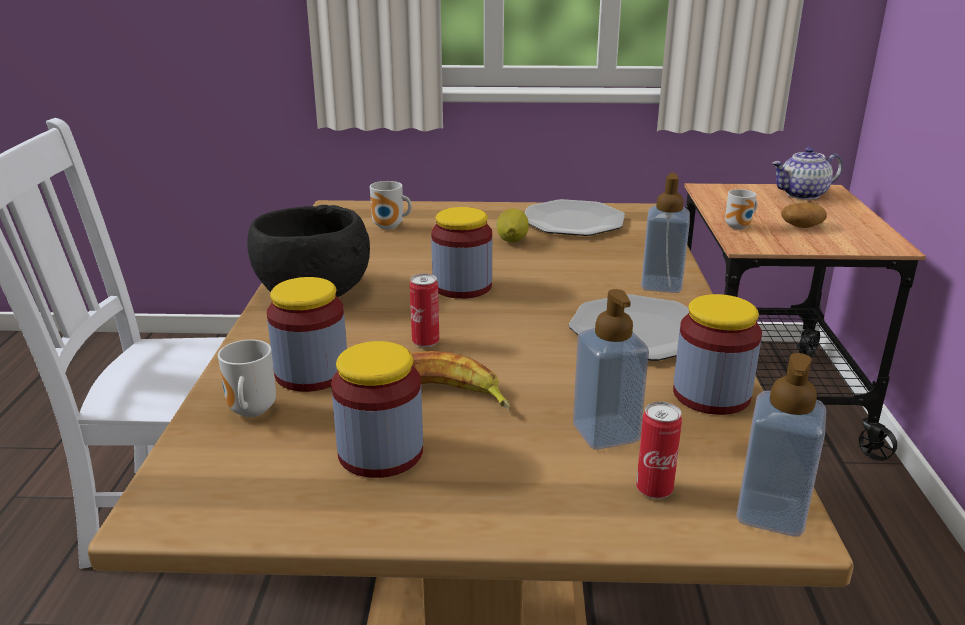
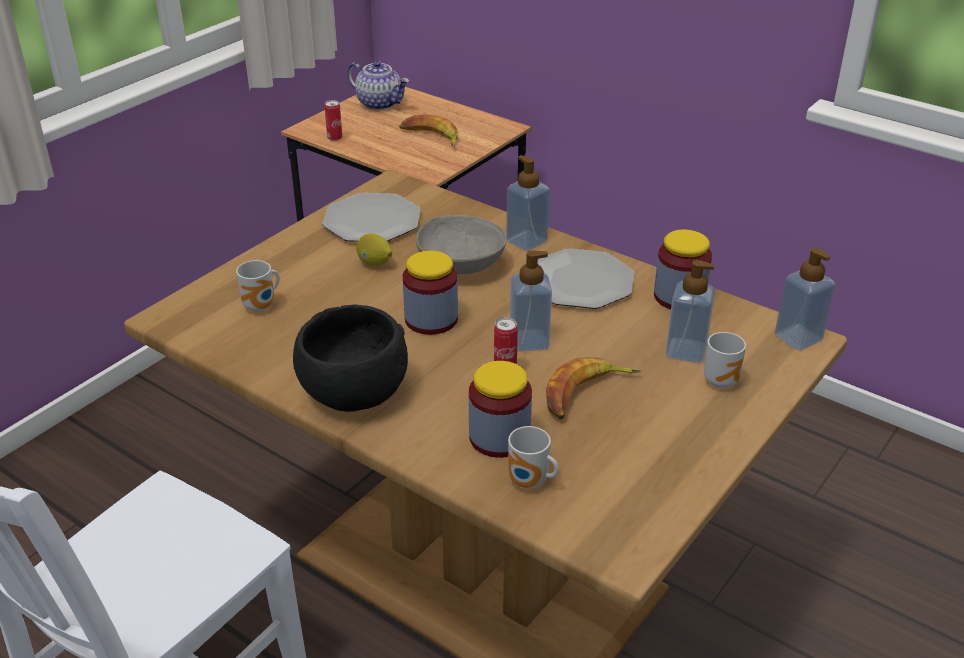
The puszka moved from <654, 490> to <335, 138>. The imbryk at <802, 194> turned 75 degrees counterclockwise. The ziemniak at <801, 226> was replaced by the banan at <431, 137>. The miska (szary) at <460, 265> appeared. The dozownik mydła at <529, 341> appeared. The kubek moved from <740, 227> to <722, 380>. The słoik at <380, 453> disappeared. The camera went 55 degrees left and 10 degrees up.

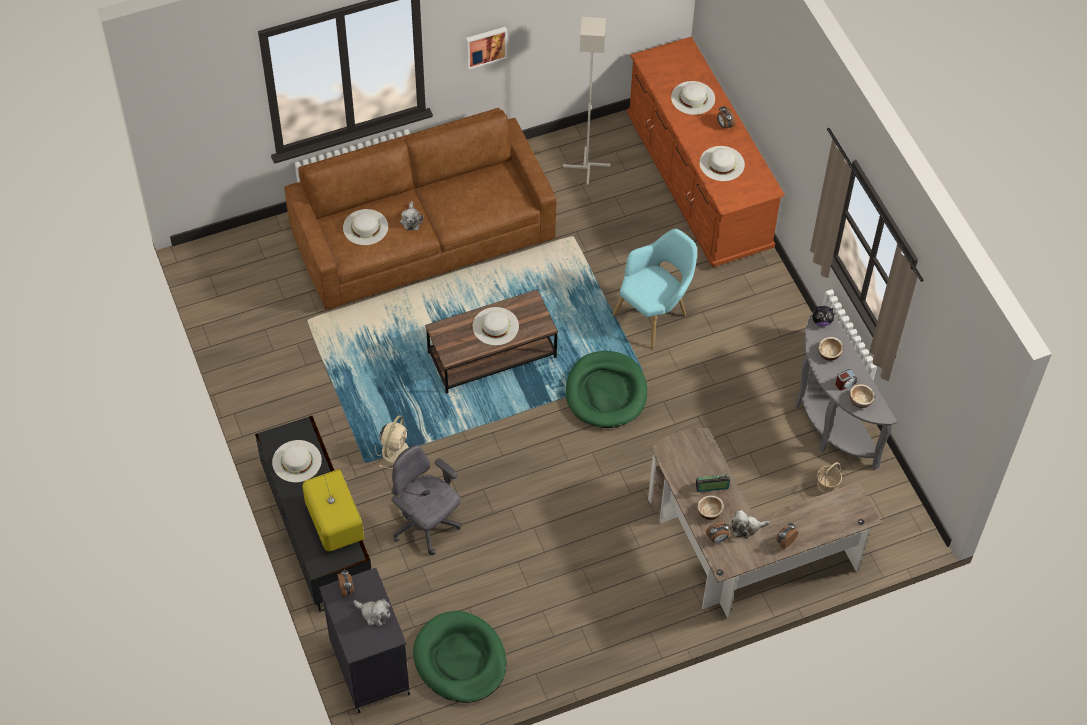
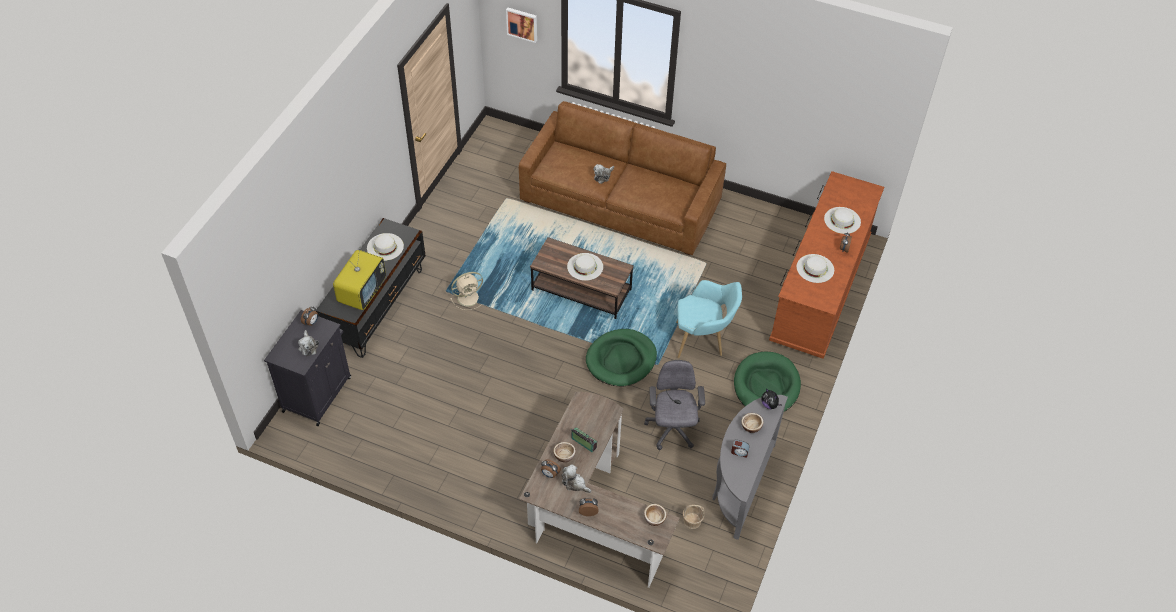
The obraz moved from <485, 46> to <522, 24>. The krzesło biurowe (szary) moved from <426, 525> to <672, 430>. The miska moved from <860, 400> to <654, 518>. The legowisko (zielony) moved from <460, 659> to <766, 386>. The kapelusz (biały) at <365, 227> disappeared. The lampa stojąca (szary) at <587, 166> disappeared. The camera went 45 degrees right and 5 degrees down.

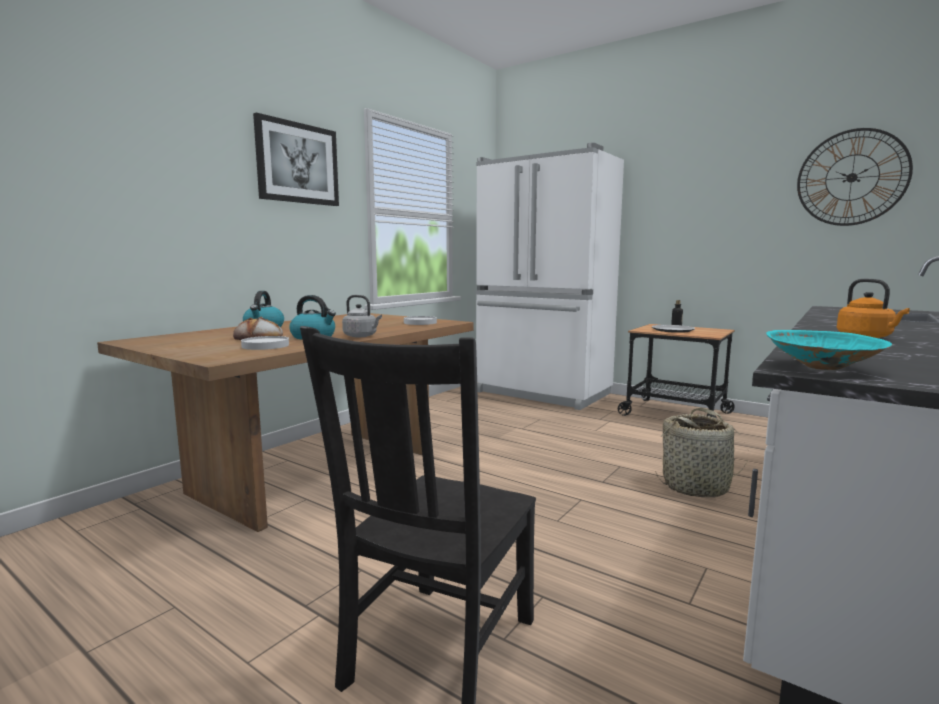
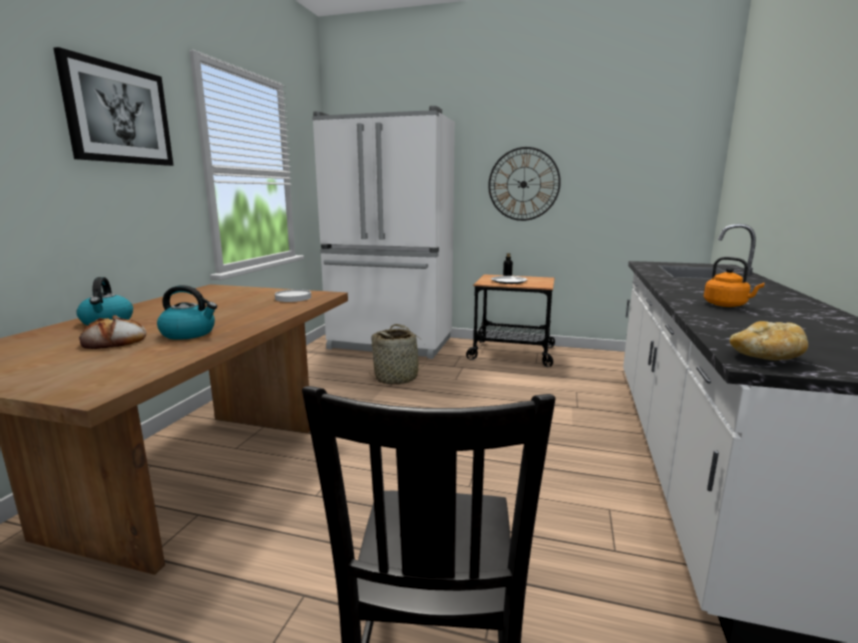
The koszyk moved from <696, 486> to <396, 378>. The zegar ścienny moved from <851, 177> to <523, 184>. The miska (turkusowy) at <822, 368> was replaced by the chleb at <766, 358>. The talerz (biały) at <266, 346> disappeared. The czajnik (szary) at <361, 336> disappeared. The camera went 20 degrees left and 5 degrees up.

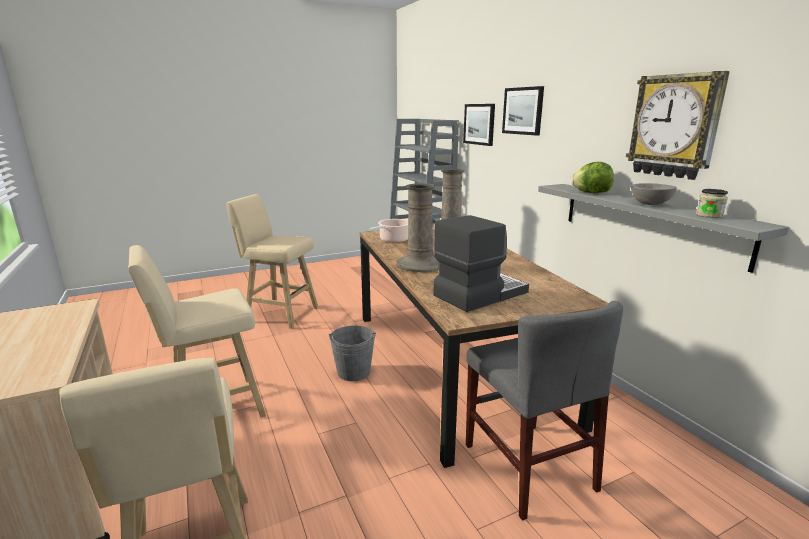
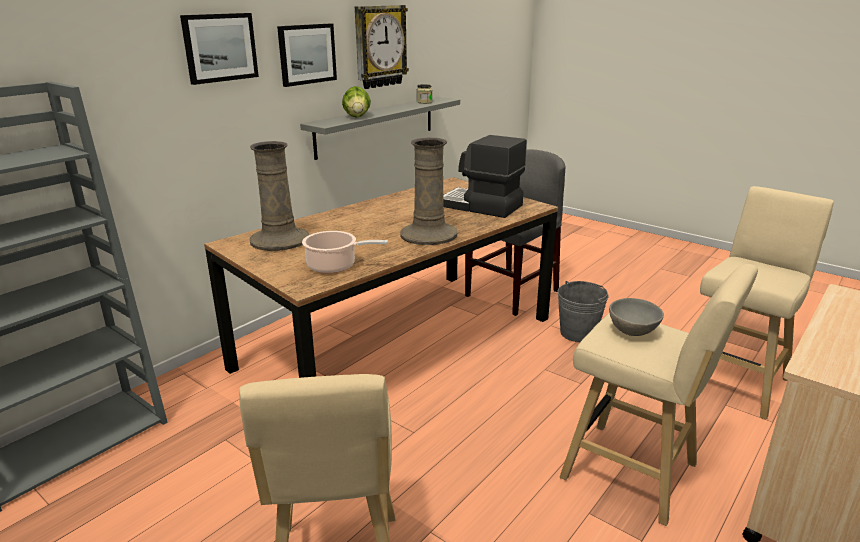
The obraz moved from <479, 124> to <307, 54>. The wiadro (szary) moved from <353, 372> to <578, 333>. The miska (szary) moved from <650, 204> to <633, 331>. The camera went 115 degrees left and 5 degrees up.

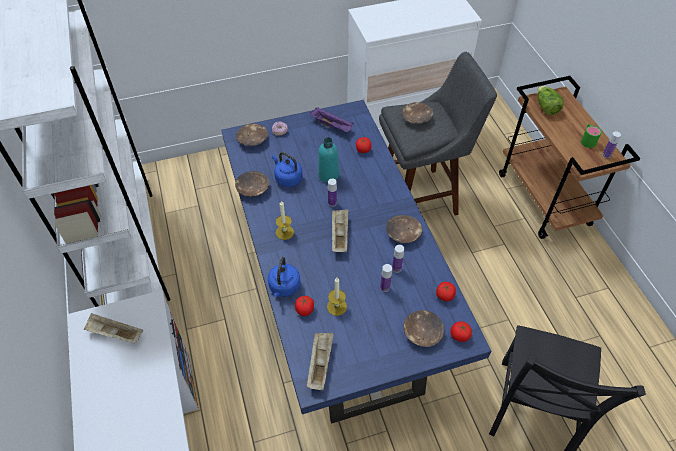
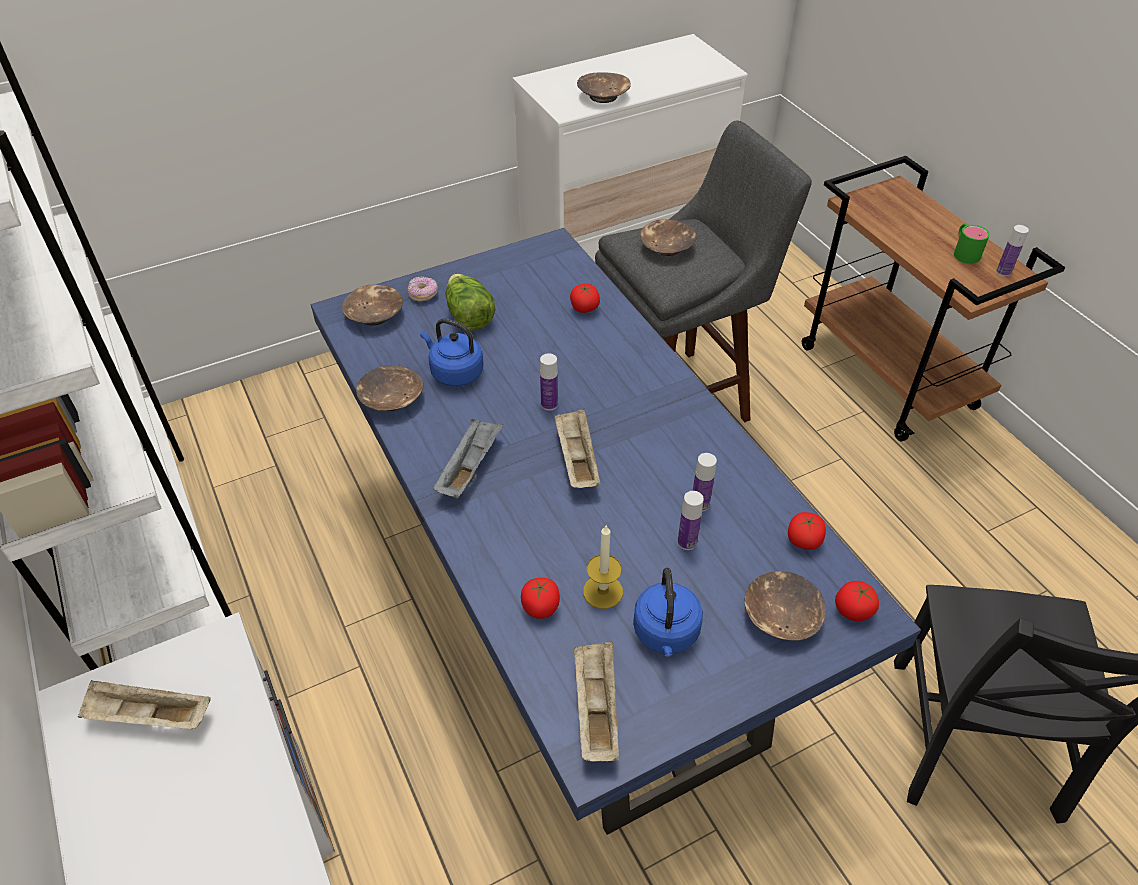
The świeca at <284, 232> was replaced by the taca (szary) at <469, 468>. The sałata moved from <546, 107> to <468, 315>. The miska (brązowy) moved from <403, 234> to <603, 96>. The czajnik (niebieski) moved from <284, 287> to <666, 634>. The taca (fioletowy) at <332, 126> disappeared. The butelka (turkusowy) at <328, 175> disappeared. The camera went 10 degrees left and 5 degrees down.

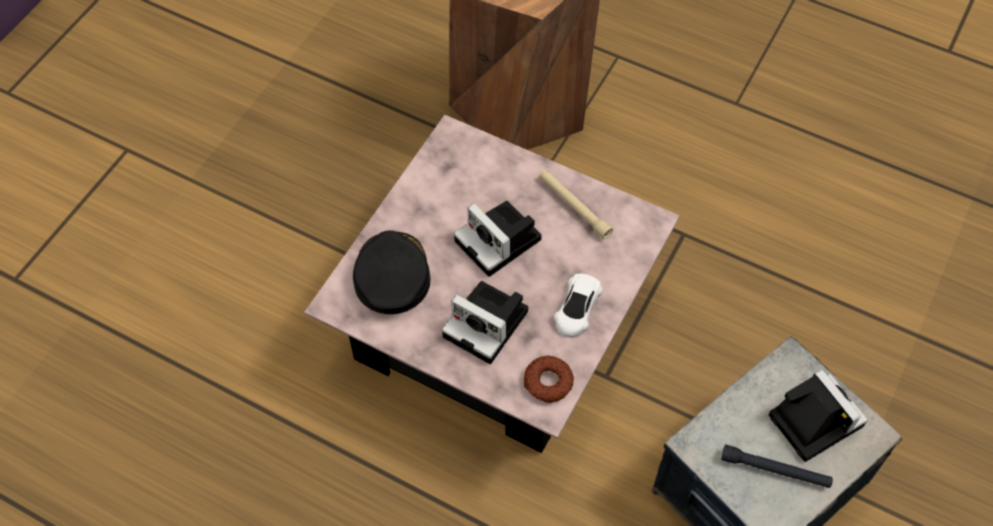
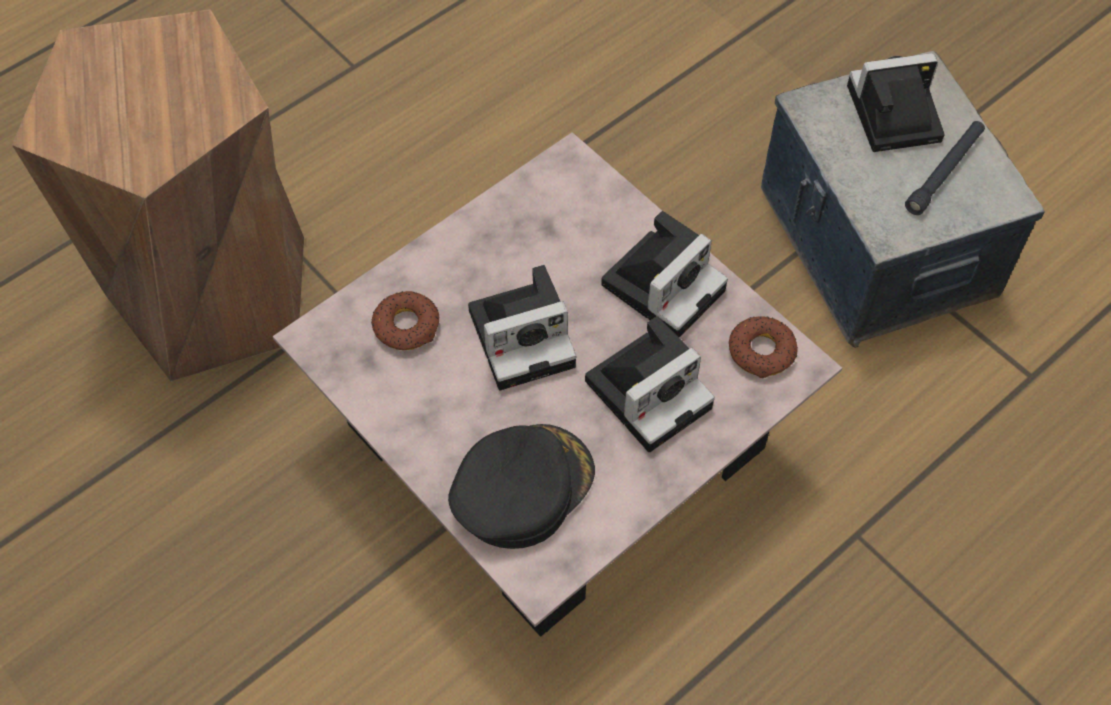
The donut at <407, 326> appeared. The czapka z daszkiem (czarny) at <391, 275> turned 120 degrees clockwise. The samochodzik (biały) at <577, 308> was replaced by the aparat fotograficzny at <664, 284>. The latarka (beżowy) at <574, 207> disappeared. The camera went 70 degrees left and 0 degrees up.

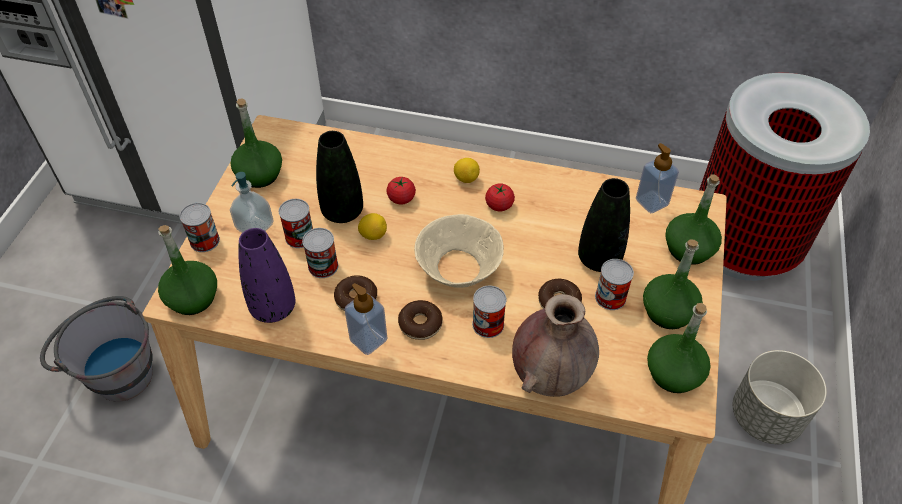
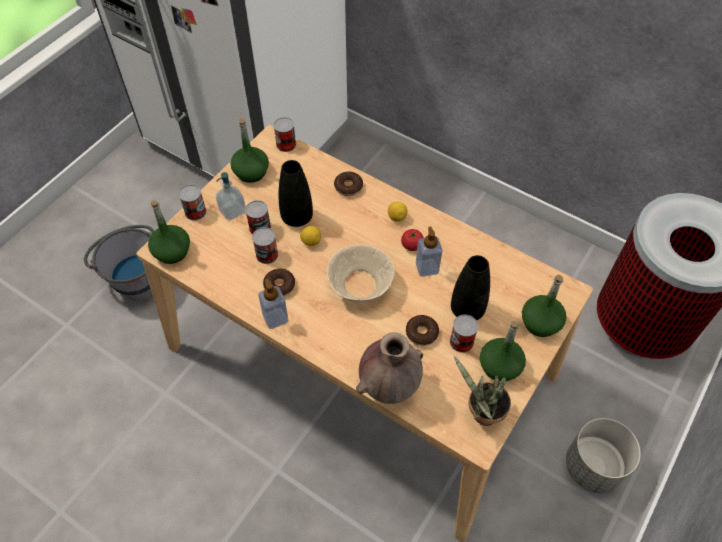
The puszka moved from <488, 324> to <286, 144>. The donut moved from <420, 324> to <348, 187>. The dozownik mydła moved from <651, 202> to <427, 268>. The butelka (zielony) at <674, 373> was replaced by the roślina doniczkowa at <481, 414>. The wazon (fioletowy) at <273, 308> disappeared. The pomidor at <401, 198> disappeared. The camera went 20 degrees right and 5 degrees up.

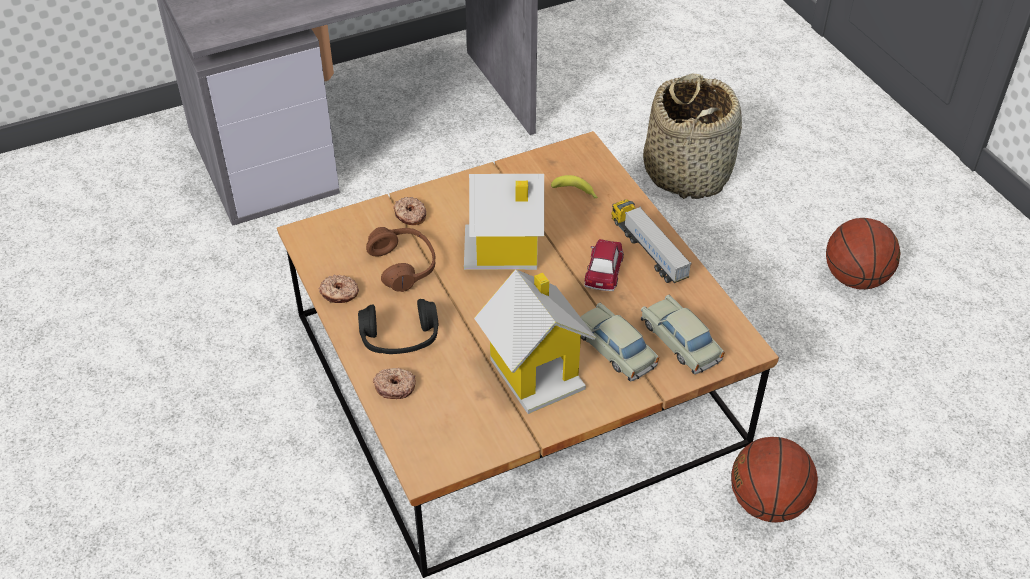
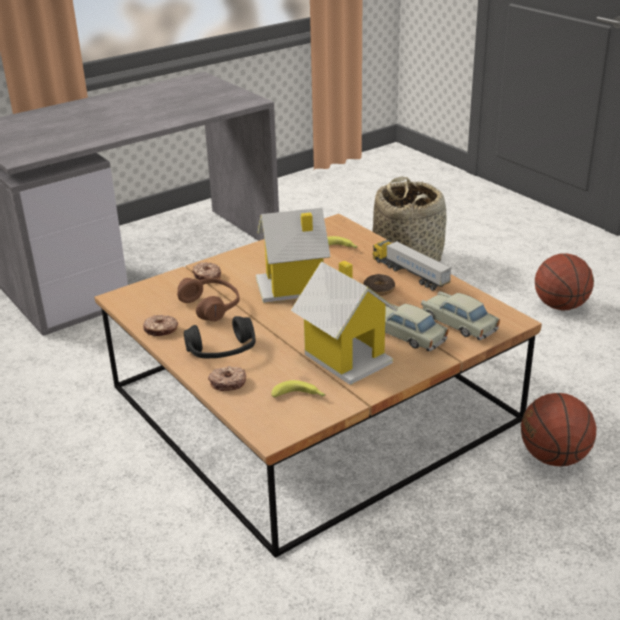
The banan at <299, 396> appeared. The samochodzik at <604, 270> was replaced by the donut at <379, 289>. The camera went 10 degrees left and 15 degrees down.

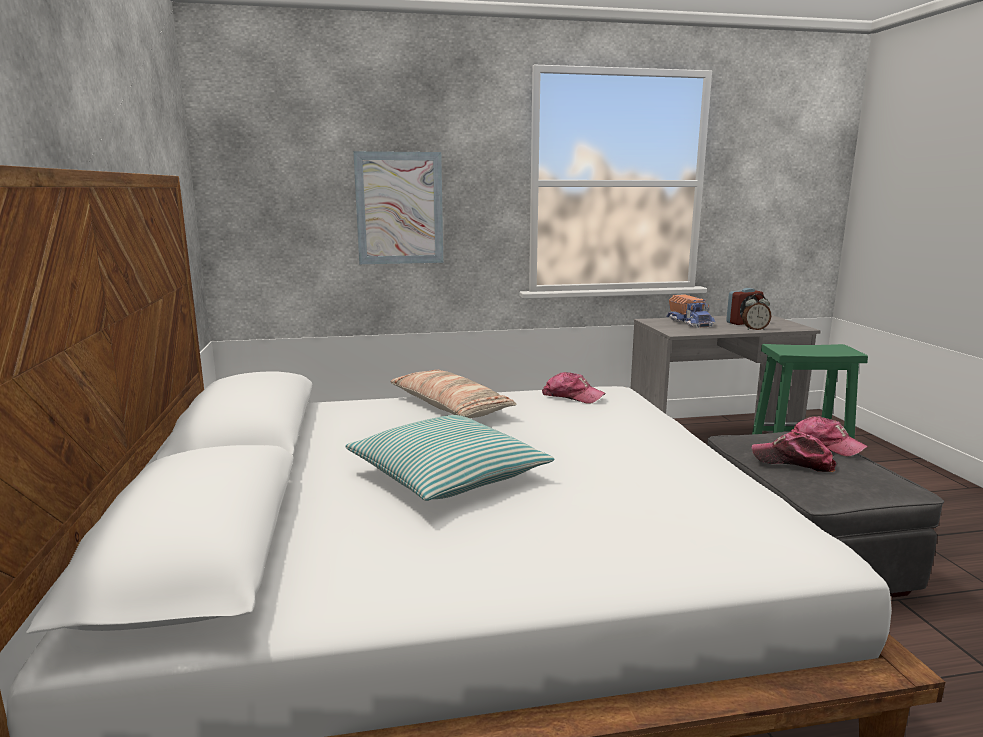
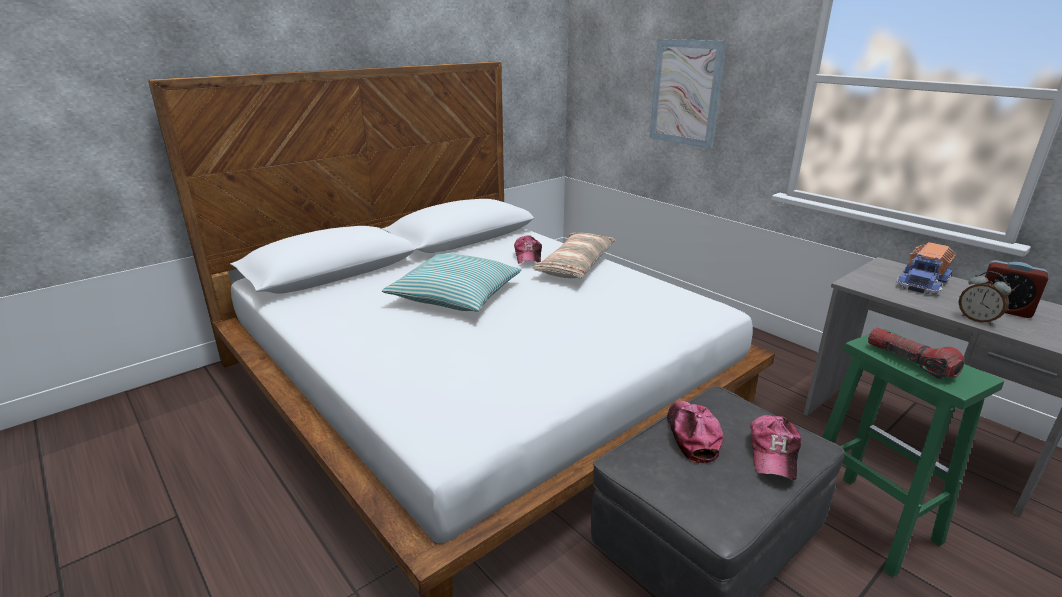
The czapka z daszkiem moved from <572, 396> to <528, 256>. The latarka at <910, 362> appeared. The camera went 60 degrees right and 10 degrees up.

